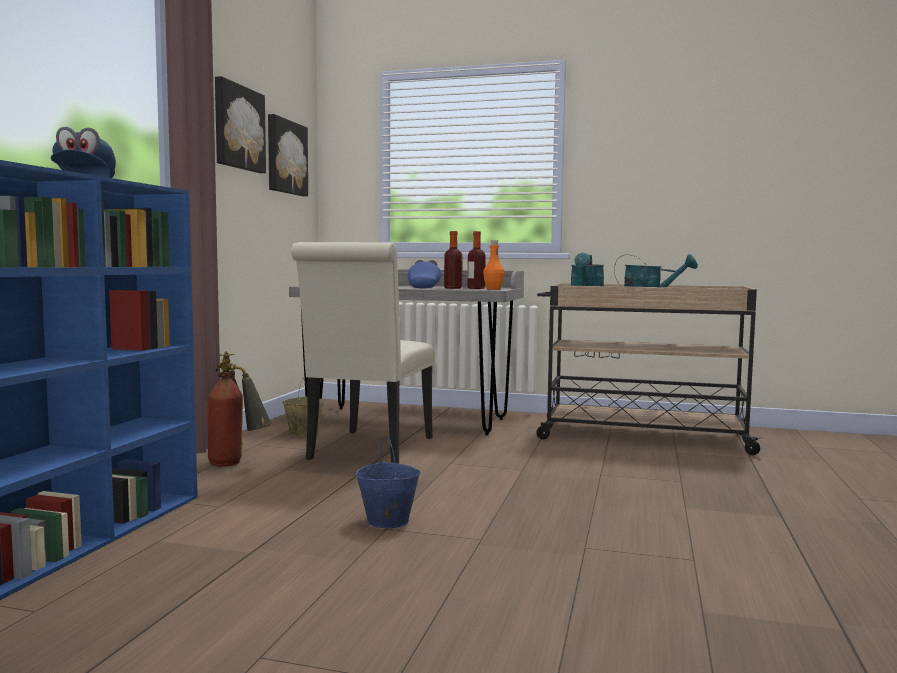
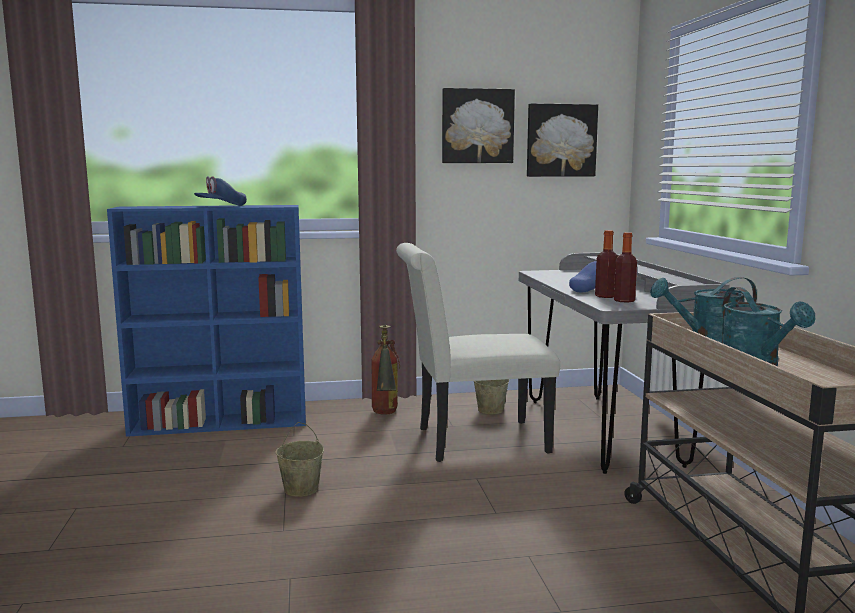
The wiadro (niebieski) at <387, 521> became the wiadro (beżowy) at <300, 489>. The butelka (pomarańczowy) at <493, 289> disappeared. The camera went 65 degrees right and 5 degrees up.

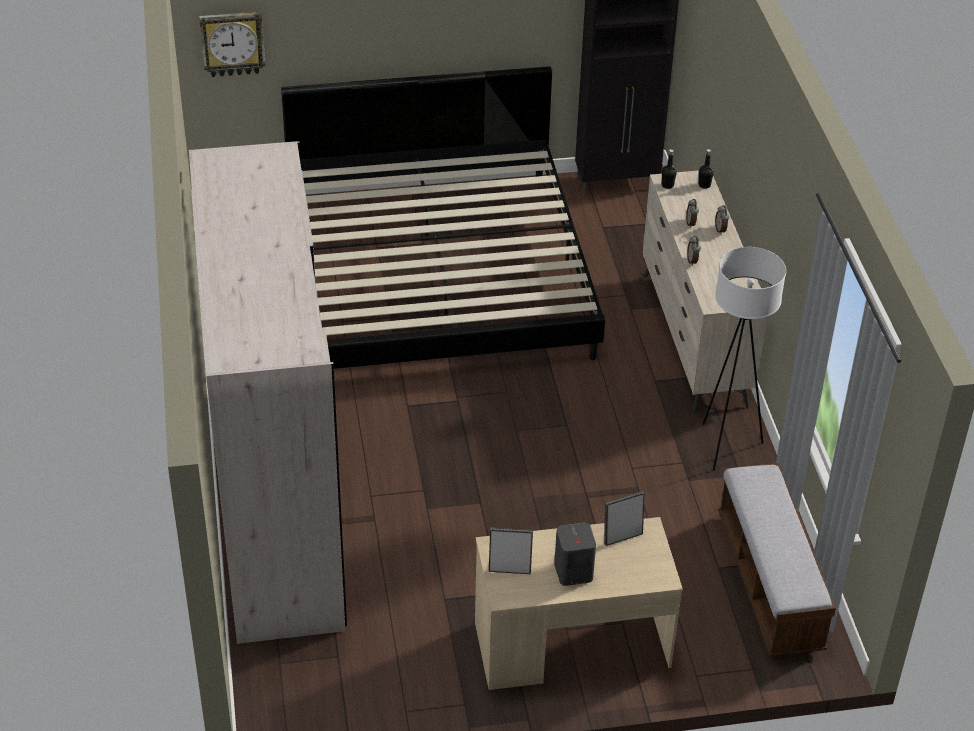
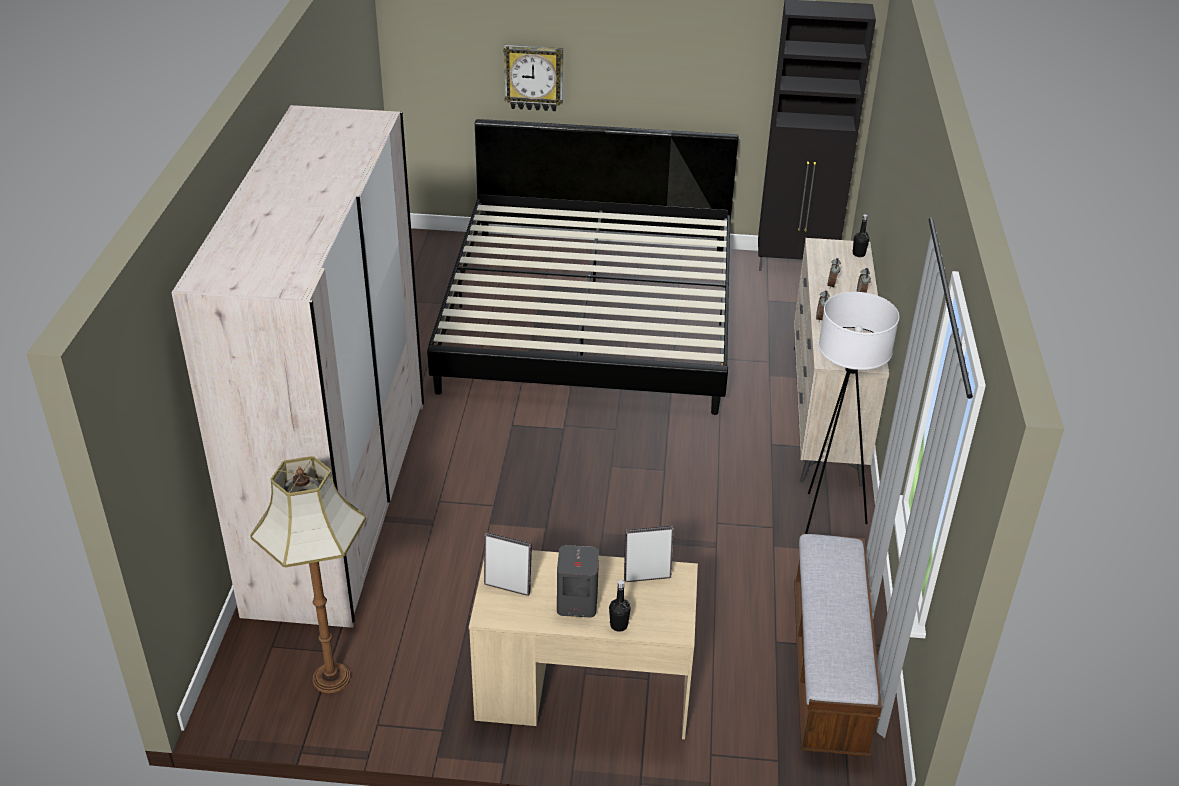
The lampa stojąca at <332, 679> appeared. The zegar ścienny moved from <232, 43> to <534, 77>. The butelka (czarny) moved from <667, 185> to <619, 625>. The camera went 15 degrees right and 5 degrees down.

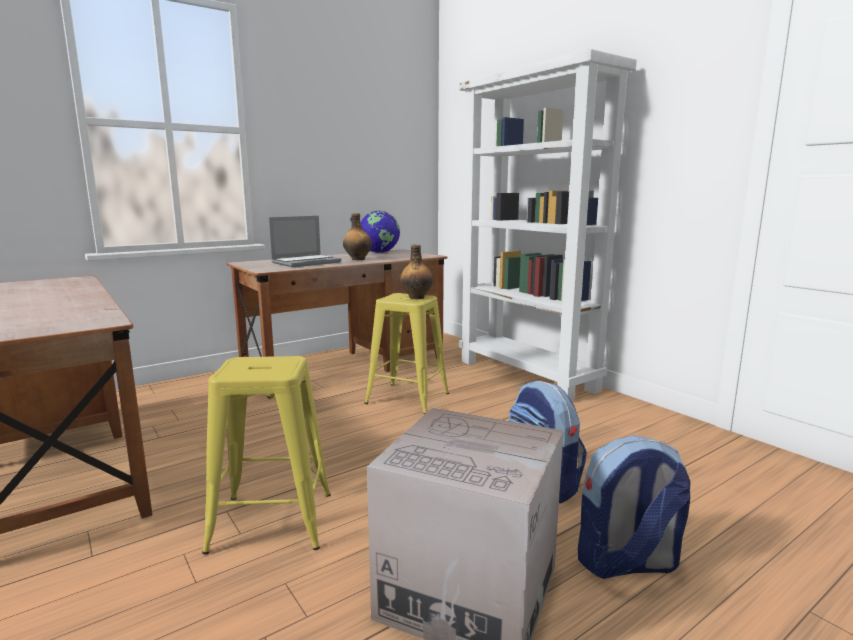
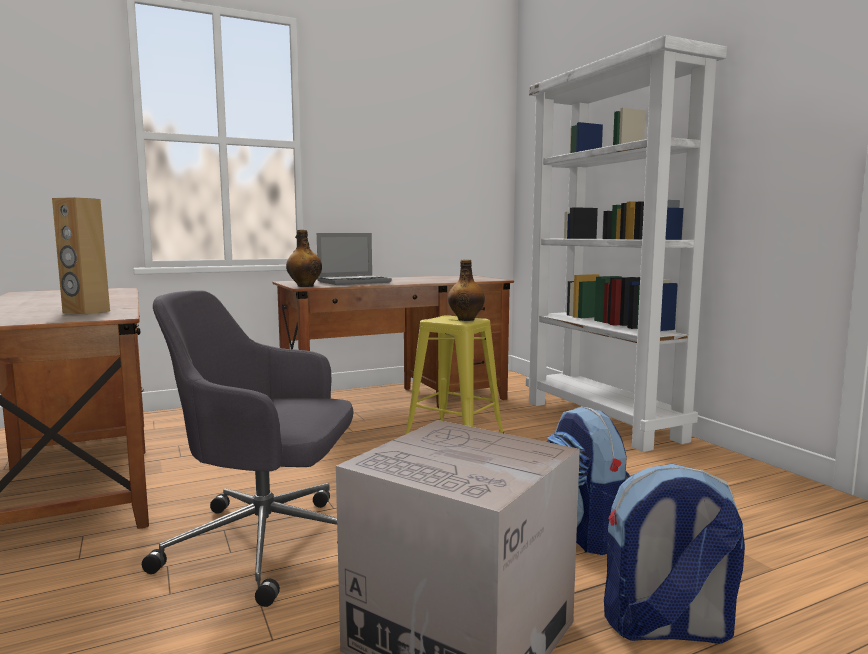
The głośnik (brązowy) at <86, 312> appeared. The stołek (żółty) at <272, 521> was replaced by the krzesło biurowe (szary) at <267, 544>. The butelka moved from <357, 259> to <304, 286>. The globus at <379, 252> disappeared. The camera went 10 degrees right and 5 degrees down.

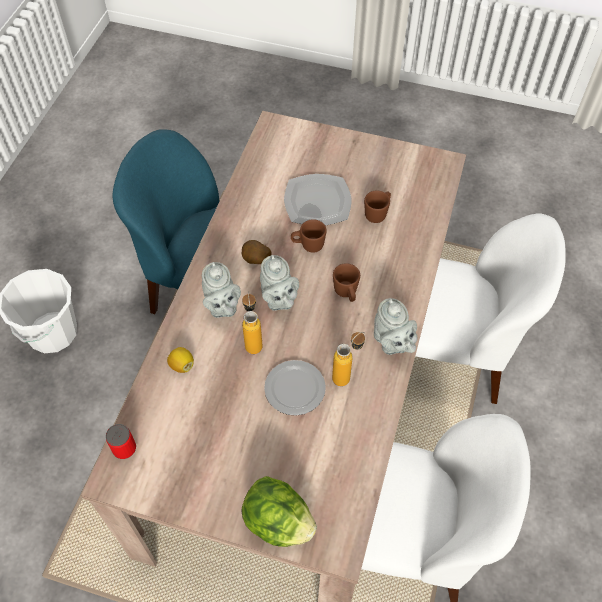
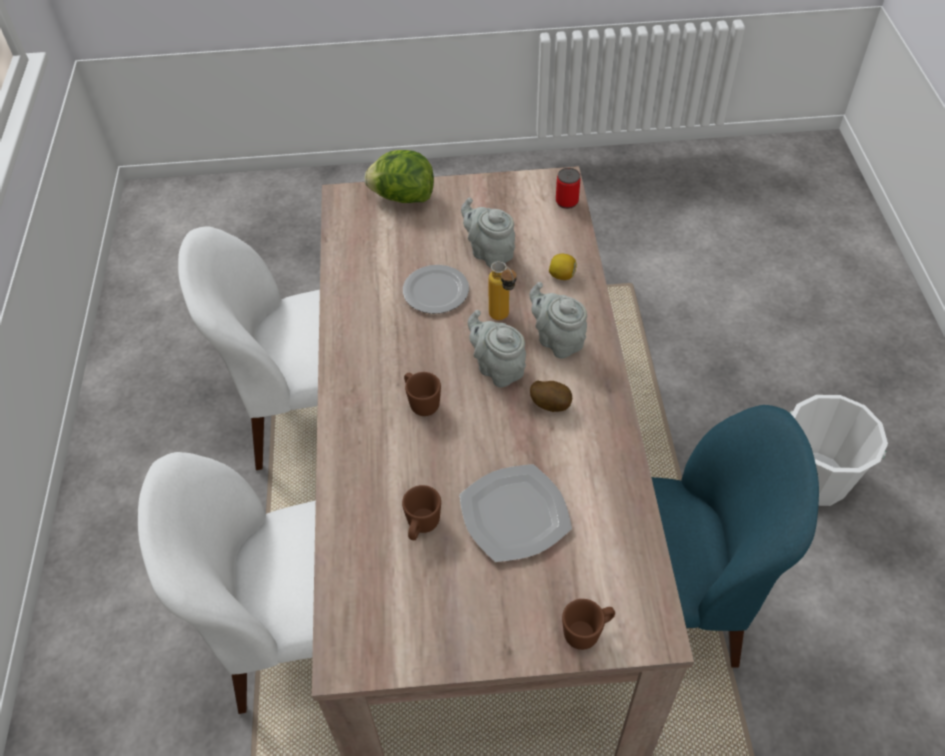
The imbryk (szary) moved from <392, 343> to <489, 253>. The kubek (brązowy) moved from <308, 245> to <587, 632>. The butelka at <347, 375> disappeared. The camera went 160 degrees right and 5 degrees down.

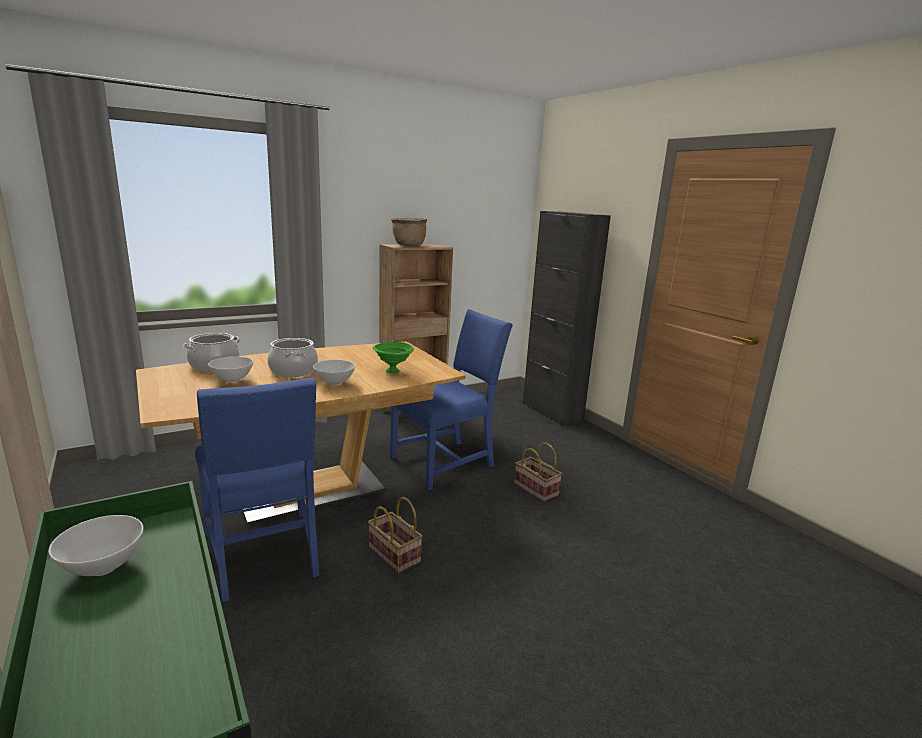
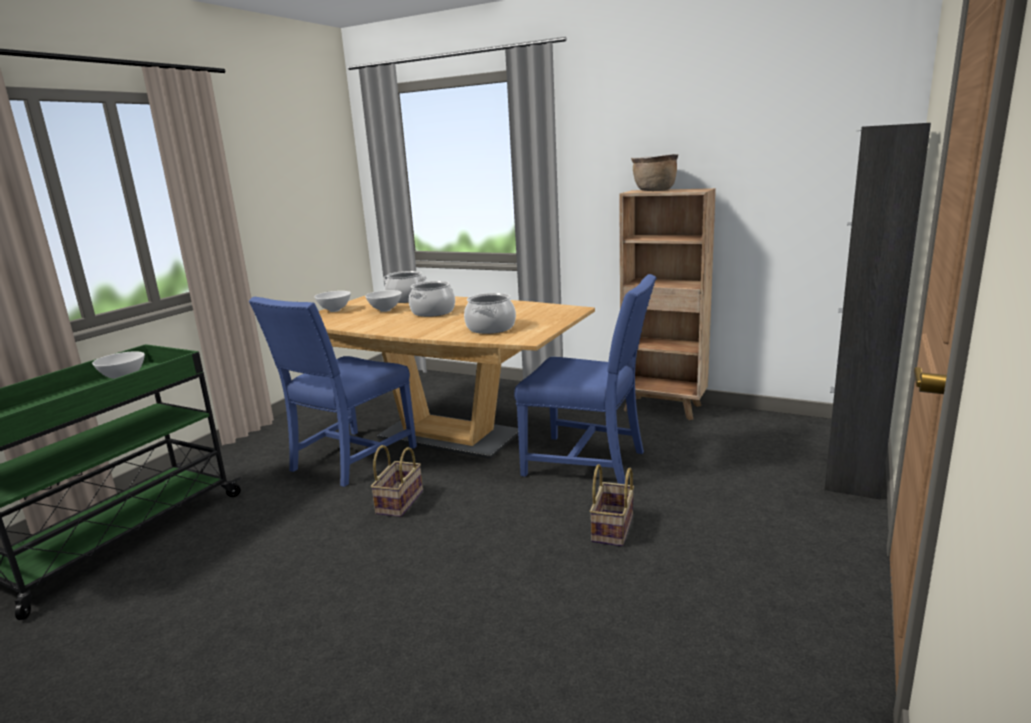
The miska (biały) moved from <335, 384> to <334, 310>. The miska (zielony) at <393, 371> was replaced by the garnek at <491, 328>. The camera went 60 degrees right and 0 degrees up.

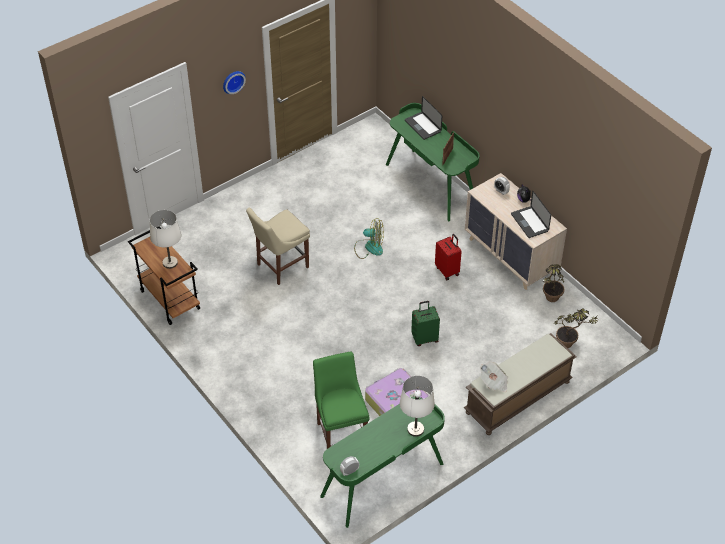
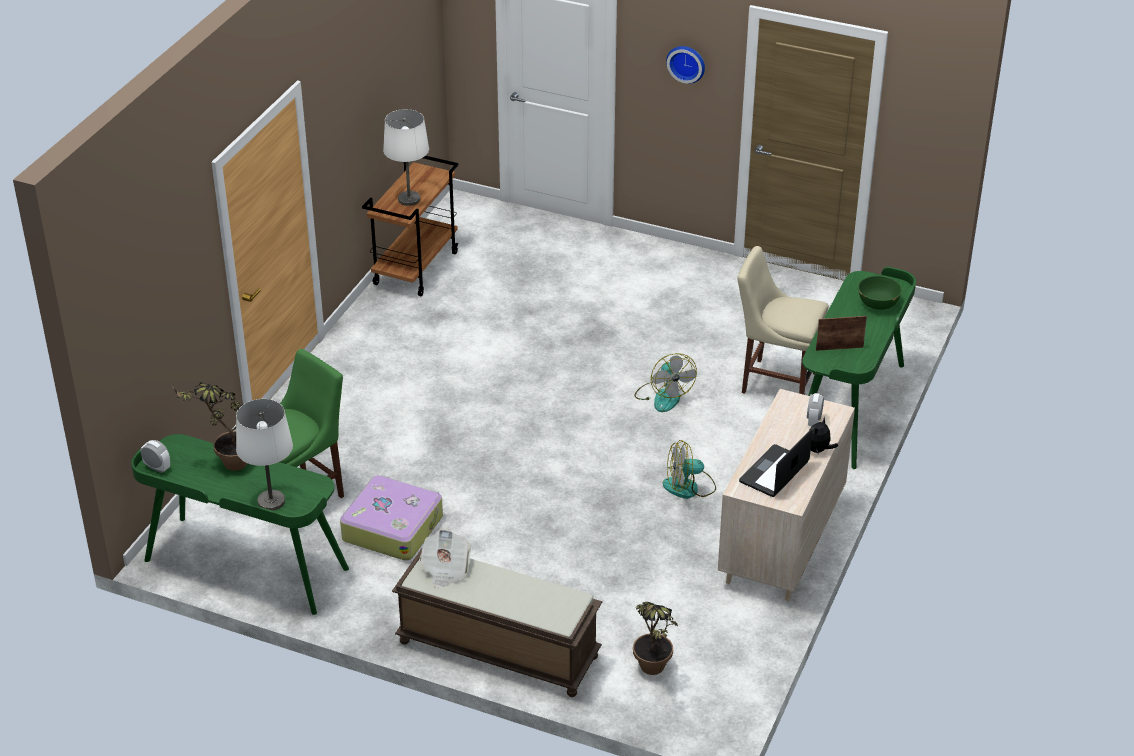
The roślina doniczkowa moved from <549, 300> to <226, 463>. The walizka (czerwony) at <447, 271> was replaced by the wentylator at <689, 487>. The krzesło (beżowy) moved from <280, 266> to <775, 381>. The laptop at <422, 126> was replaced by the miska (zielony) at <878, 304>. The walizka (zielony) at <424, 338> disappeared. The camera went 60 degrees right and 10 degrees down.

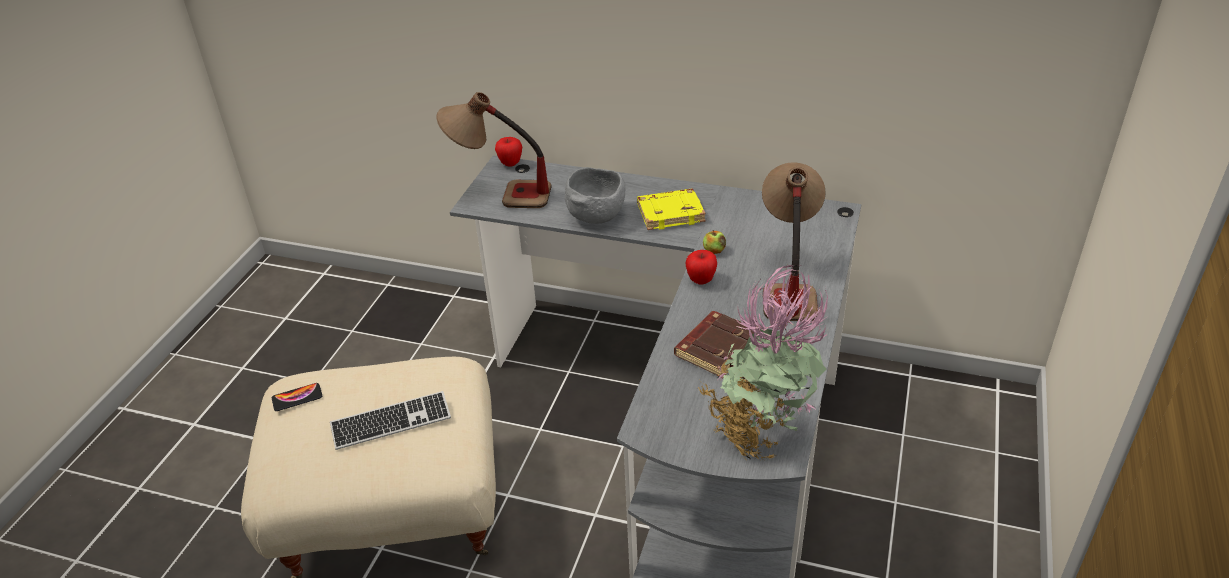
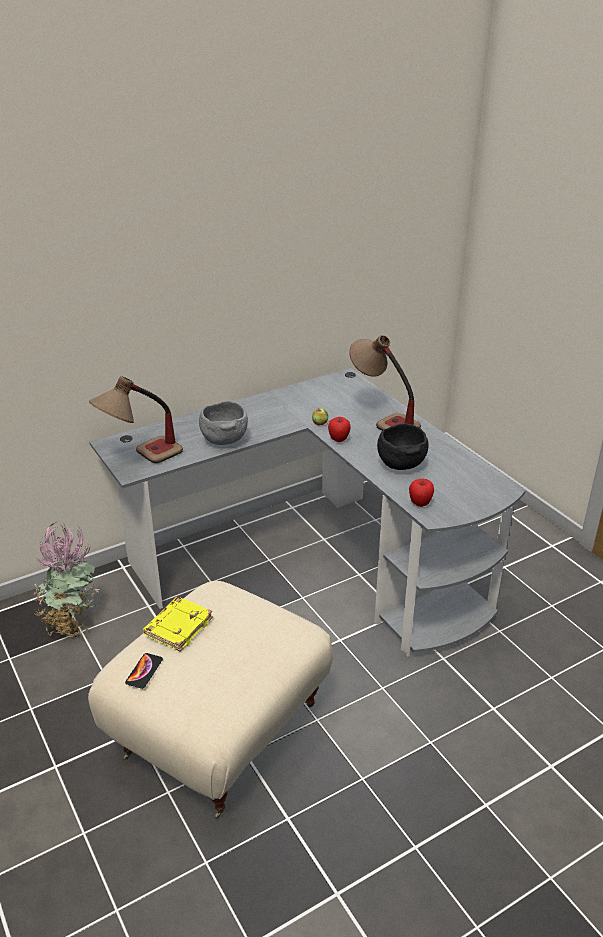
The roślina doniczkowa moved from <759, 434> to <71, 624>. The książka (żółty) moved from <671, 213> to <178, 626>. The książka (brązowy) at <716, 347> was replaced by the miska (czarny) at <400, 464>. The jabłko moved from <510, 163> to <420, 503>. The klawiatura at <391, 422> disappeared. The camera went 50 degrees left and 5 degrees down.

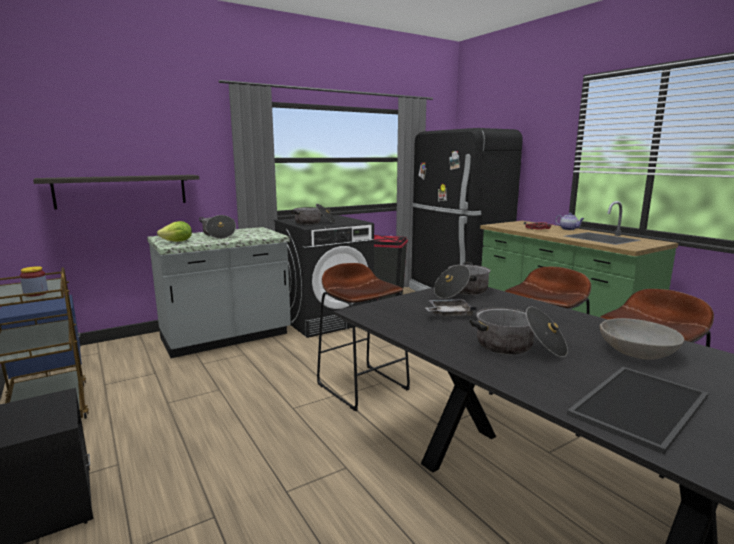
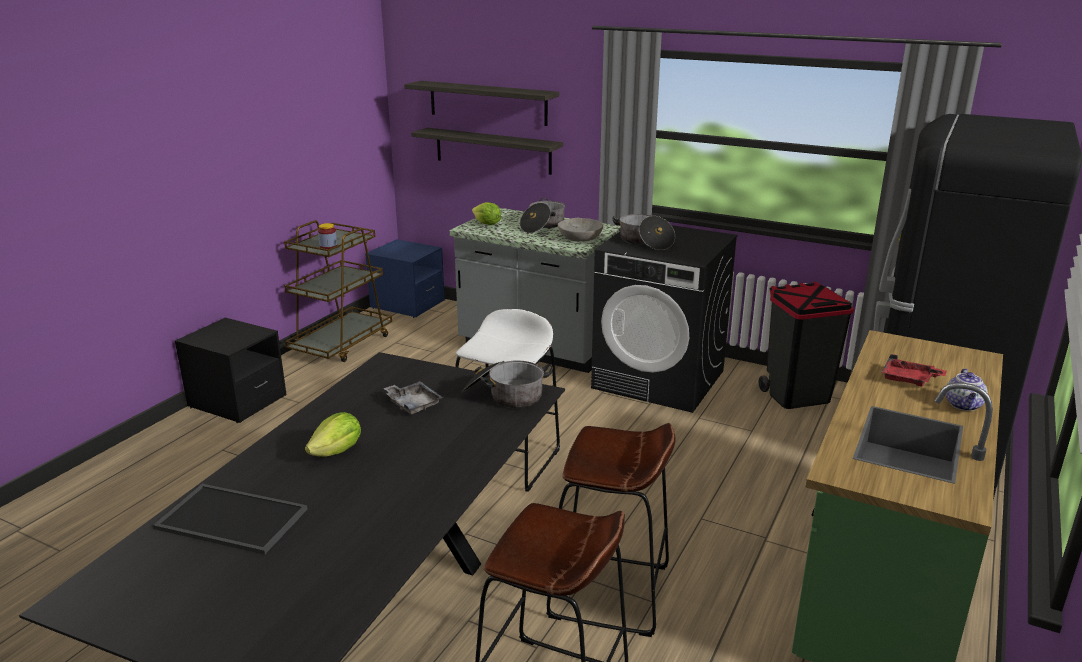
The garnek at <518, 347> was replaced by the sałata at <337, 452>. The półka at <487, 103> appeared. The stołek (brązowy) at <362, 386> became the stołek (biały) at <507, 461>. The miska (szary) moved from <637, 353> to <579, 238>. The camera went 60 degrees right and 10 degrees up.

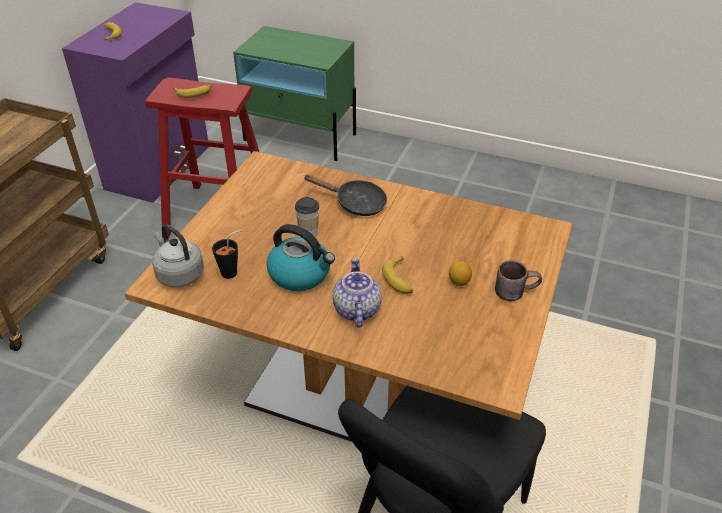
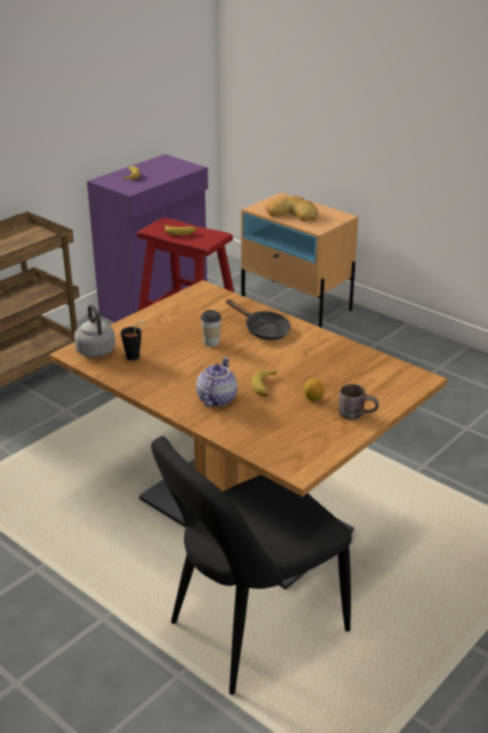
The szafka nocna (zielony) at <300, 137> became the szafka nocna (beżowy) at <296, 304>. The chleb at <292, 213> appeared. The czajnik at <301, 274> disappeared. The camera went 20 degrees right and 10 degrees down.

